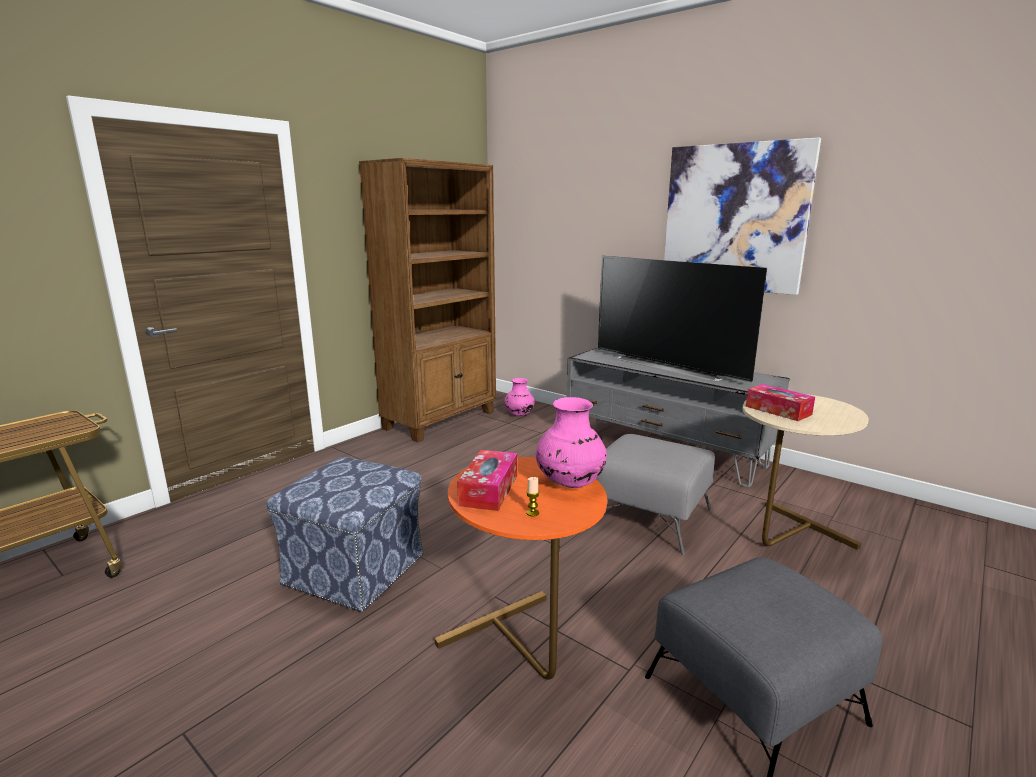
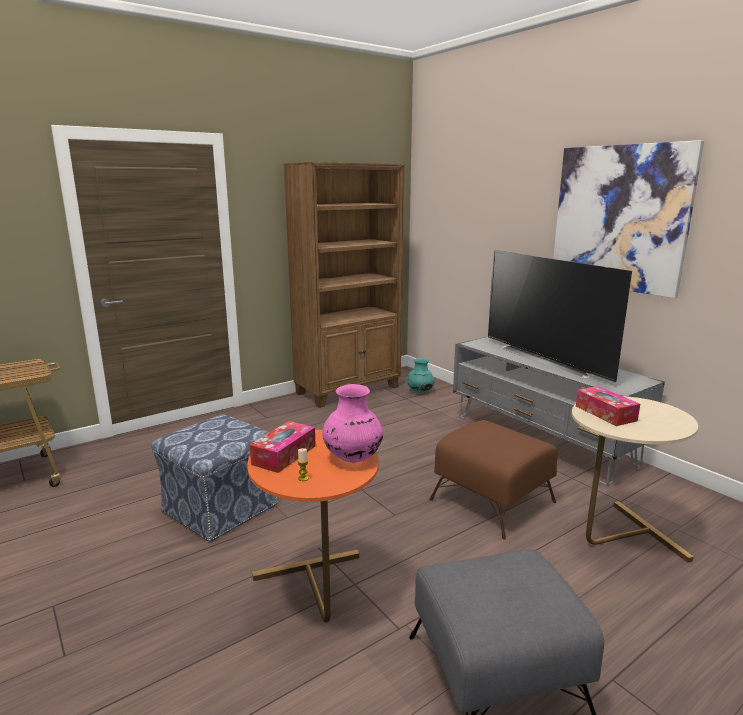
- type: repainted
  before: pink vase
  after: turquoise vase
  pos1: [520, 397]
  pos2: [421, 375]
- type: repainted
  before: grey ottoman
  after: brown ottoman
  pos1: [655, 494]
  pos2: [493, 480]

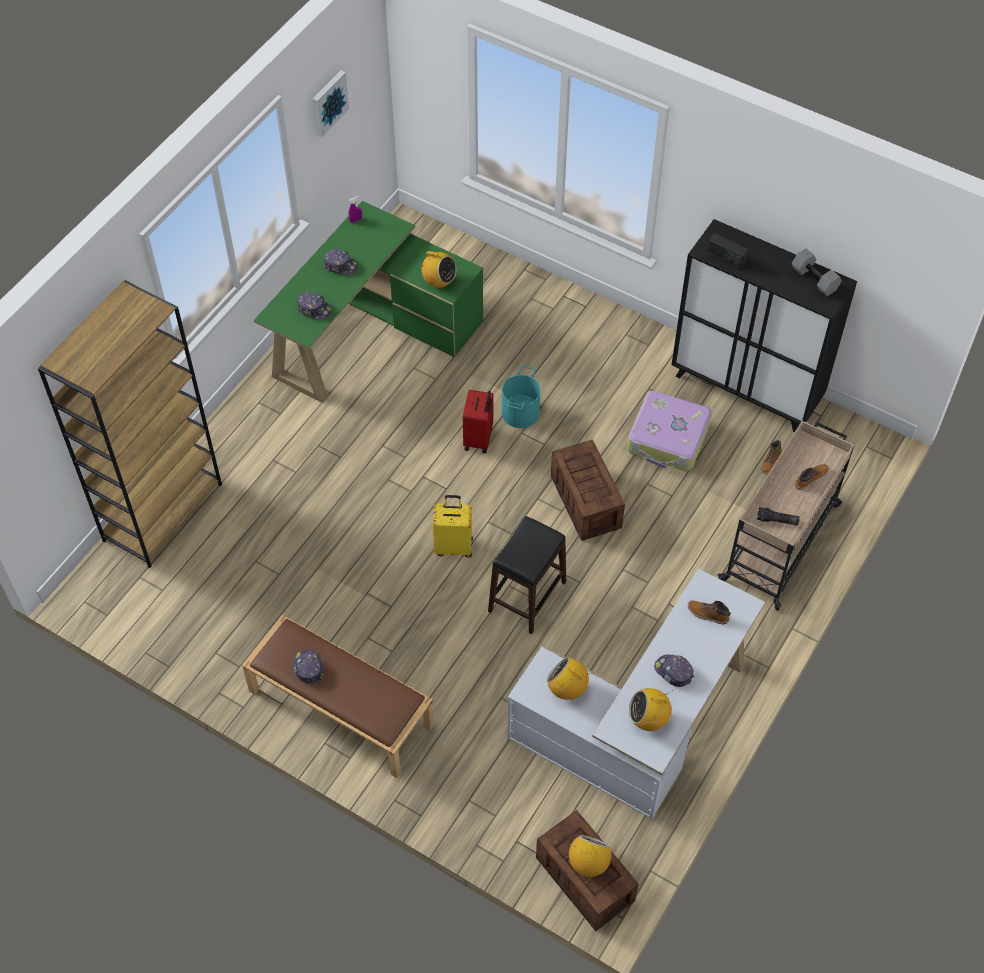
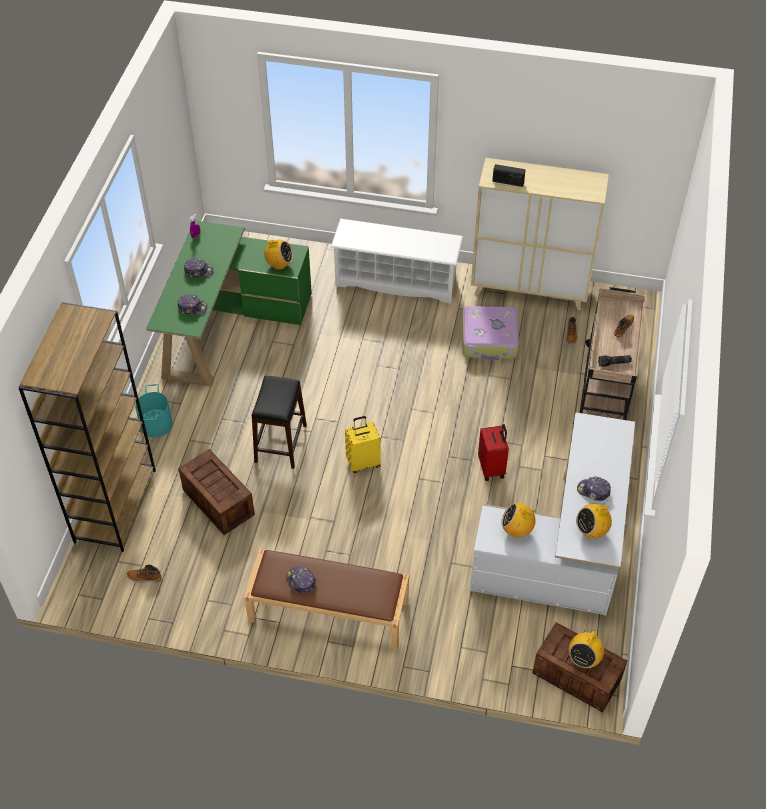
- type: gone
  before: picture
  pos1: [331, 103]
- type: gone
  before: grey dumbbell
  pos1: [817, 272]
- type: new
  after: white shoe rack
  pos2: [397, 261]
- type: shifted
  before: red suitcase
  pos1: [478, 421]
  pos2: [493, 452]
- type: shifted
  before: black stool
  pos1: [527, 575]
  pos2: [279, 422]
- type: shifted
  before: turquoise bucket
  pos1: [521, 397]
  pos2: [154, 411]
- type: shifted
  before: crate
  pos1: [588, 490]
  pos2: [216, 492]
- type: shifted
  before: boot
  pos1: [709, 612]
  pos2: [144, 574]
- type: repainted
  before: black cabinet
  after: beige cabinet
  pos1: [764, 325]
  pos2: [540, 234]
- type: rotated
  before: radio
  pos1: [590, 856]
  pos2: [586, 647]
  turn: -150

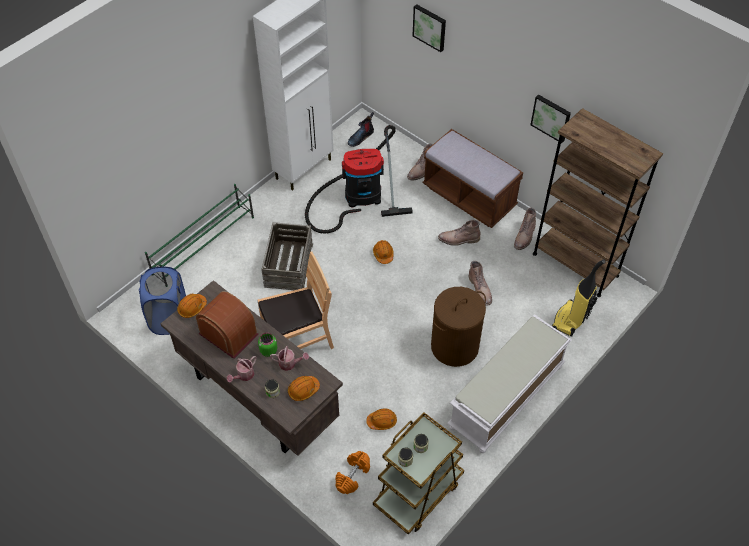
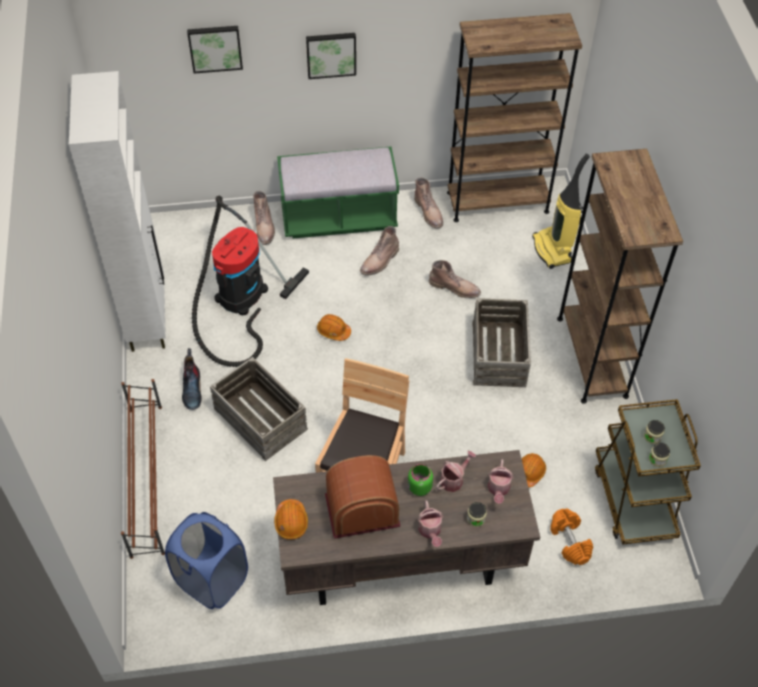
- type: shifted
  before: boot
  pos1: [361, 129]
  pos2: [192, 379]
- type: shifted
  before: picture
  pos1: [551, 118]
  pos2: [331, 56]
- type: swapped
  before: orange hard hat
  after: watering can
  pos1: [304, 388]
  pos2: [501, 481]
- type: swapped
  before: brown laundry basket
  after: crate
  pos1: [458, 327]
  pos2: [501, 342]
- type: swapped
  before: white bench
  after: brown bookcase
  pos1: [509, 383]
  pos2: [620, 276]
- type: repainted
  before: green shoe rack
  after: brown shoe rack
  pos1: [199, 227]
  pos2: [143, 469]
- type: repainted
  before: brown bench
  after: green bench
  pos1: [473, 178]
  pos2: [338, 192]

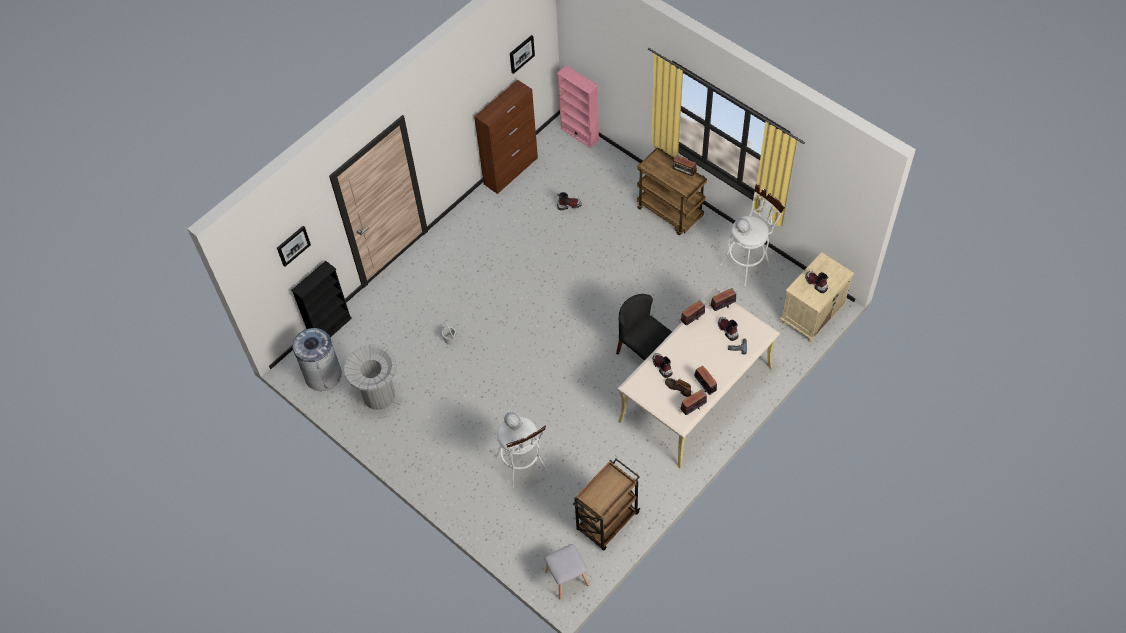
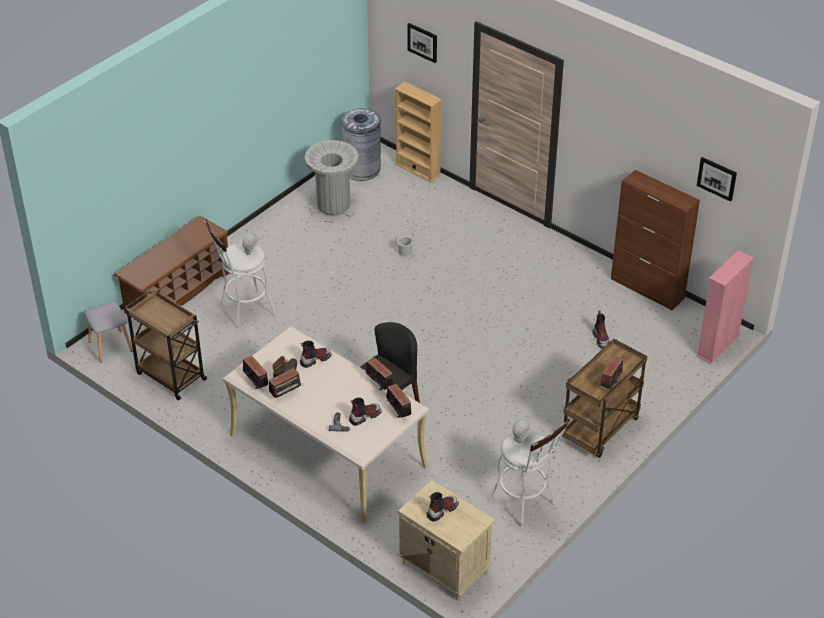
- type: new
  after: brown shoe rack
  pos2: [172, 271]
- type: repainted
  before: black bookcase
  after: beige bookcase
  pos1: [321, 299]
  pos2: [418, 132]

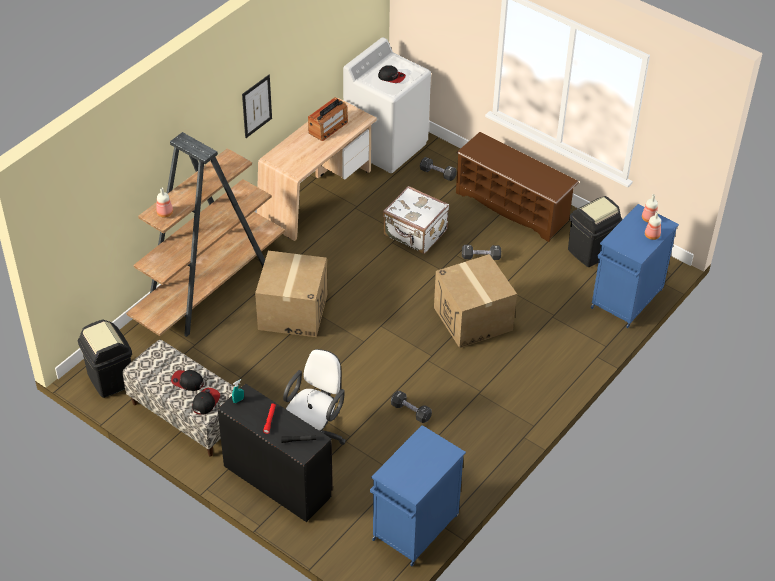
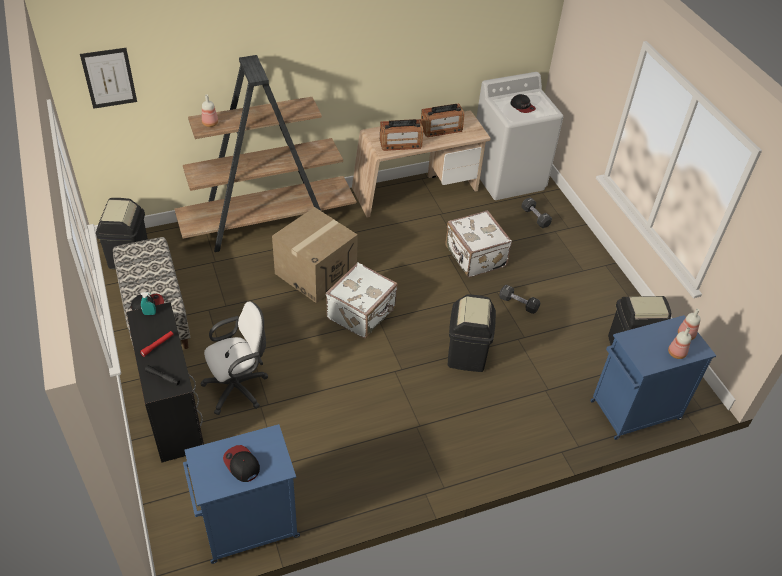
- type: gone
  before: black dumbbell
  pos1: [411, 407]
- type: gone
  before: brown shoe rack
  pos1: [517, 187]
- type: new
  after: white suitcase
  pos2: [362, 300]
- type: new
  after: radio
  pos2: [401, 135]
- type: shifted
  before: cap
  pos1: [187, 380]
  pos2: [241, 463]
- type: shifted
  before: picture
  pos1: [257, 106]
  pos2: [108, 78]
- type: swapped
  before: cardboard box
  after: black trash can
  pos1: [475, 301]
  pos2: [472, 333]

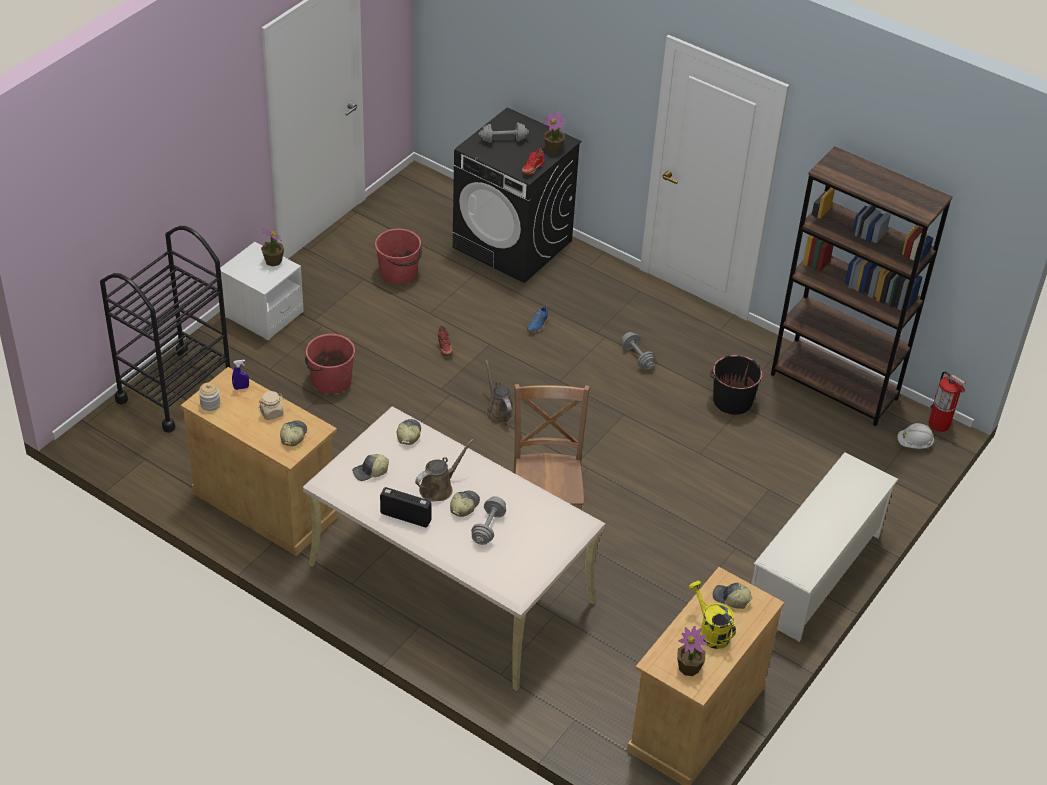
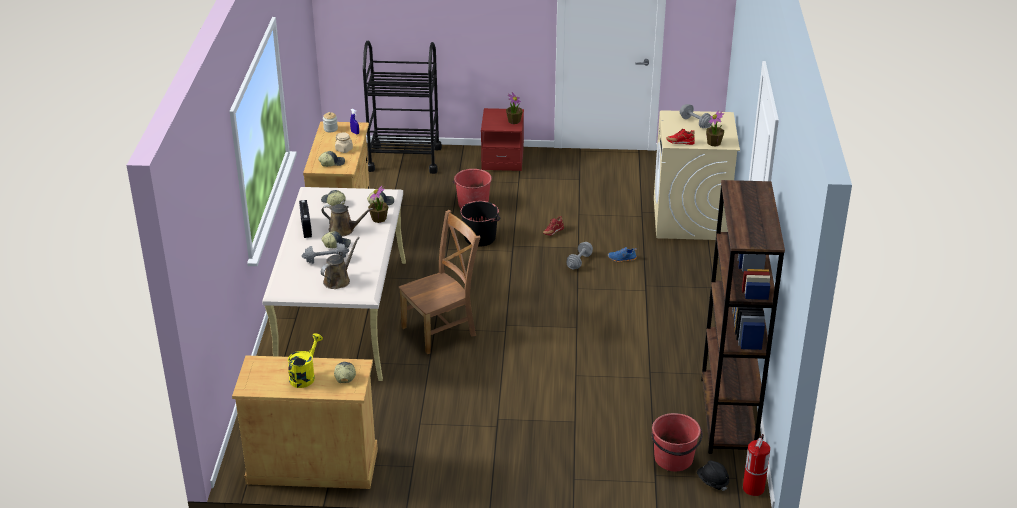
- type: gone
  before: white shoe rack
  pos1: [825, 547]
- type: shifted
  before: red bucket
  pos1: [398, 257]
  pos2: [677, 442]
- type: shifted
  before: brown watering can
  pos1: [500, 392]
  pos2: [340, 263]
- type: shifted
  before: grey dumbbell
  pos1: [638, 351]
  pos2: [580, 255]
- type: shifted
  before: potted plant
  pos1: [692, 651]
  pos2: [378, 204]
- type: shifted
  before: black bucket
  pos1: [736, 385]
  pos2: [480, 224]
- type: repainted
  before: white nightstand
  after: red nightstand
  pos1: [262, 291]
  pos2: [502, 139]
- type: repainted
  before: black washing machine
  after: beige washing machine
  pos1: [516, 195]
  pos2: [697, 175]
- type: repainted
  before: white hard hat
  after: black hard hat
  pos1: [916, 436]
  pos2: [713, 475]

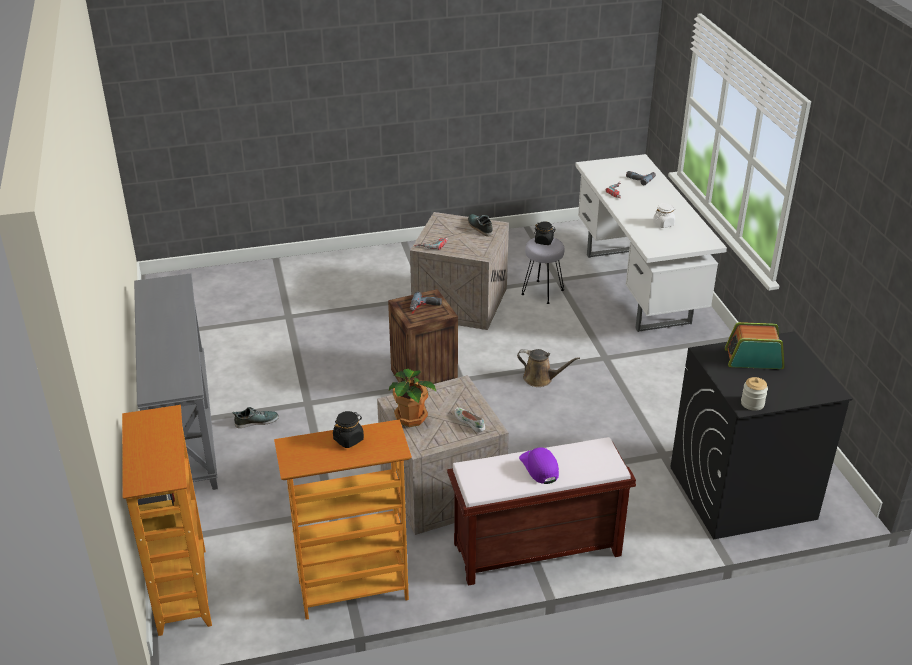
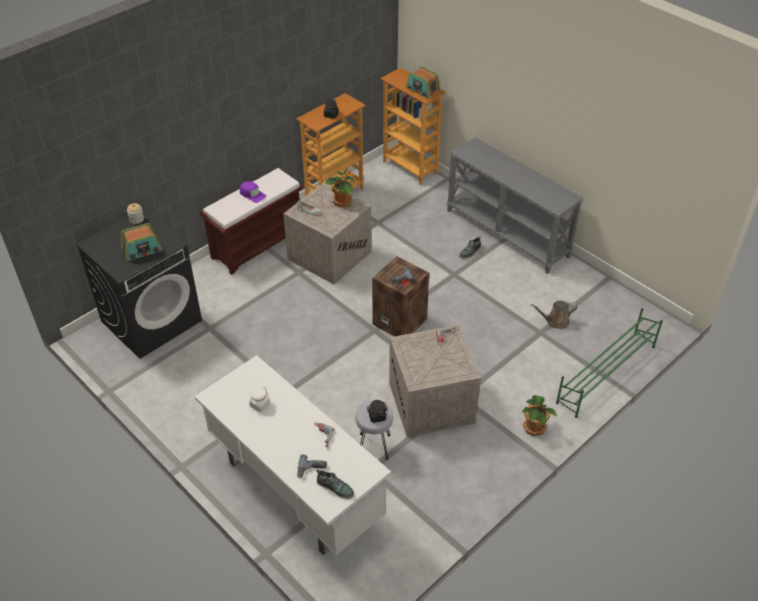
- type: new
  after: radio
  pos2: [423, 82]
- type: new
  after: potted plant
  pos2: [539, 415]
- type: new
  after: green shoe rack
  pos2: [609, 363]
- type: shifted
  before: shoe
  pos1: [480, 225]
  pos2: [335, 484]
- type: shifted
  before: brown watering can
  pos1: [548, 368]
  pos2: [554, 315]

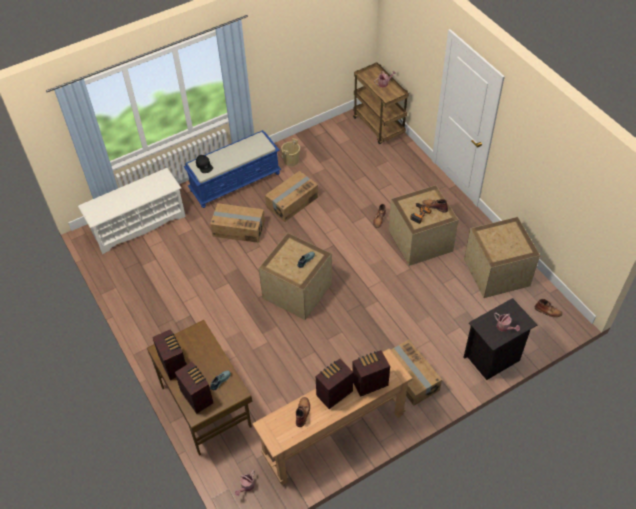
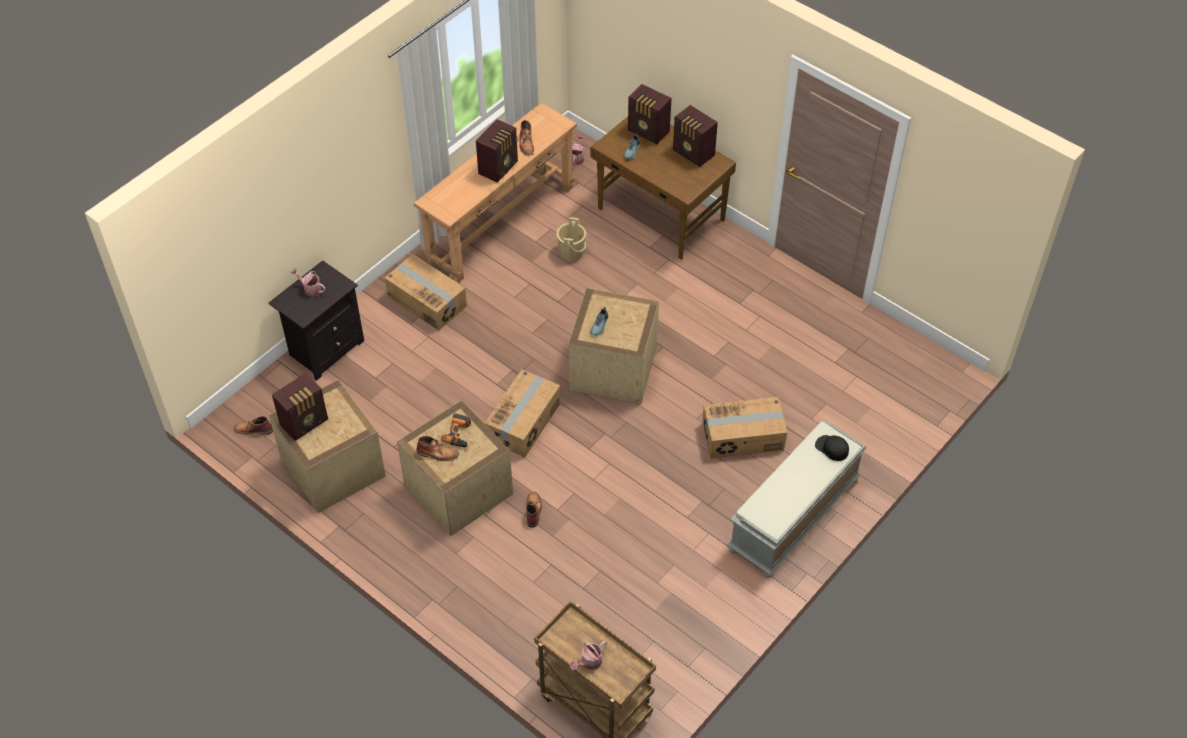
- type: gone
  before: white shoe rack
  pos1: [132, 211]
- type: shifted
  before: cardboard box
  pos1: [291, 196]
  pos2: [522, 413]
- type: shifted
  before: beige bucket
  pos1: [290, 152]
  pos2: [571, 239]
- type: shifted
  before: radio
  pos1: [371, 373]
  pos2: [300, 407]
- type: repainted
  before: blue bench
  after: grey bench
  pos1: [232, 169]
  pos2: [797, 499]

